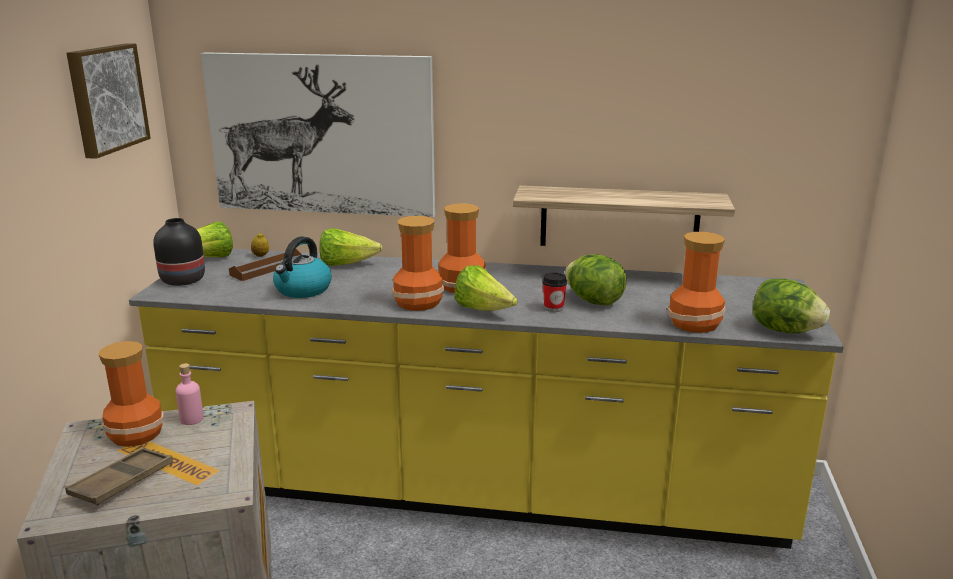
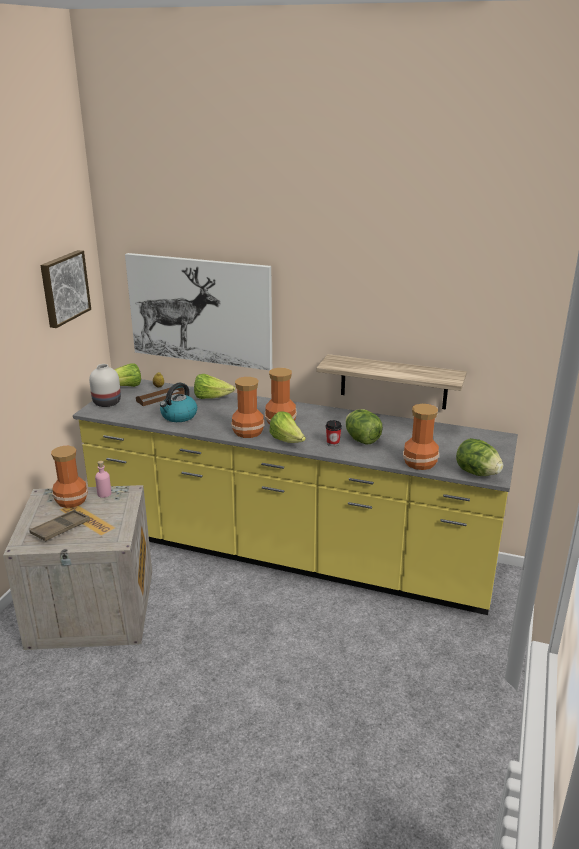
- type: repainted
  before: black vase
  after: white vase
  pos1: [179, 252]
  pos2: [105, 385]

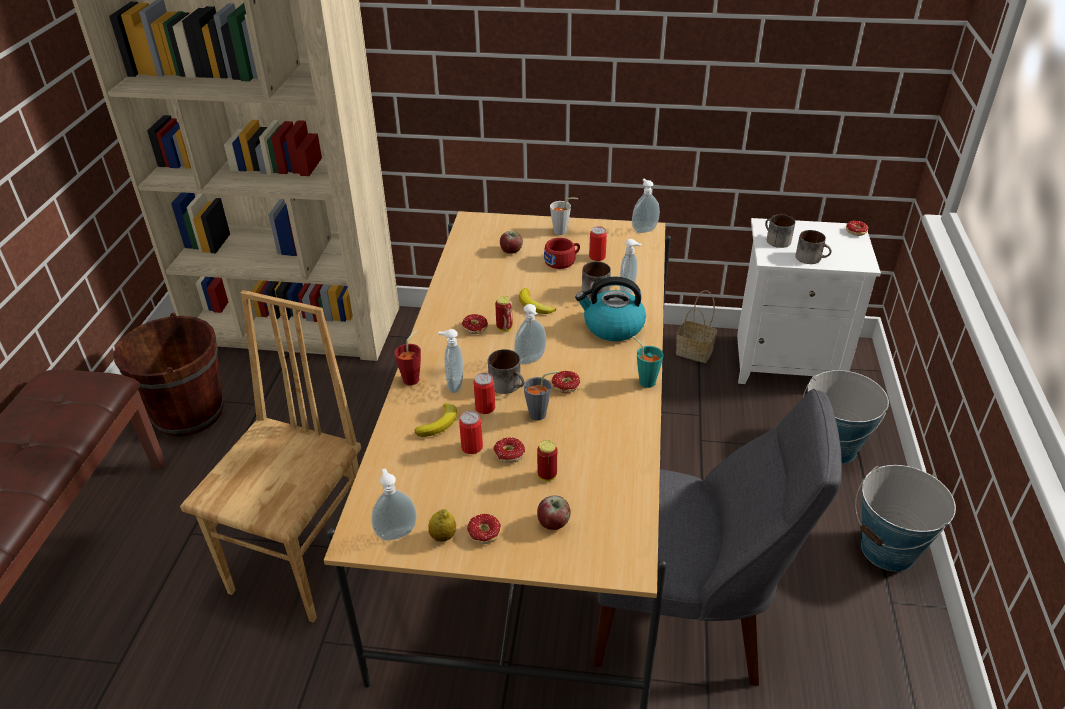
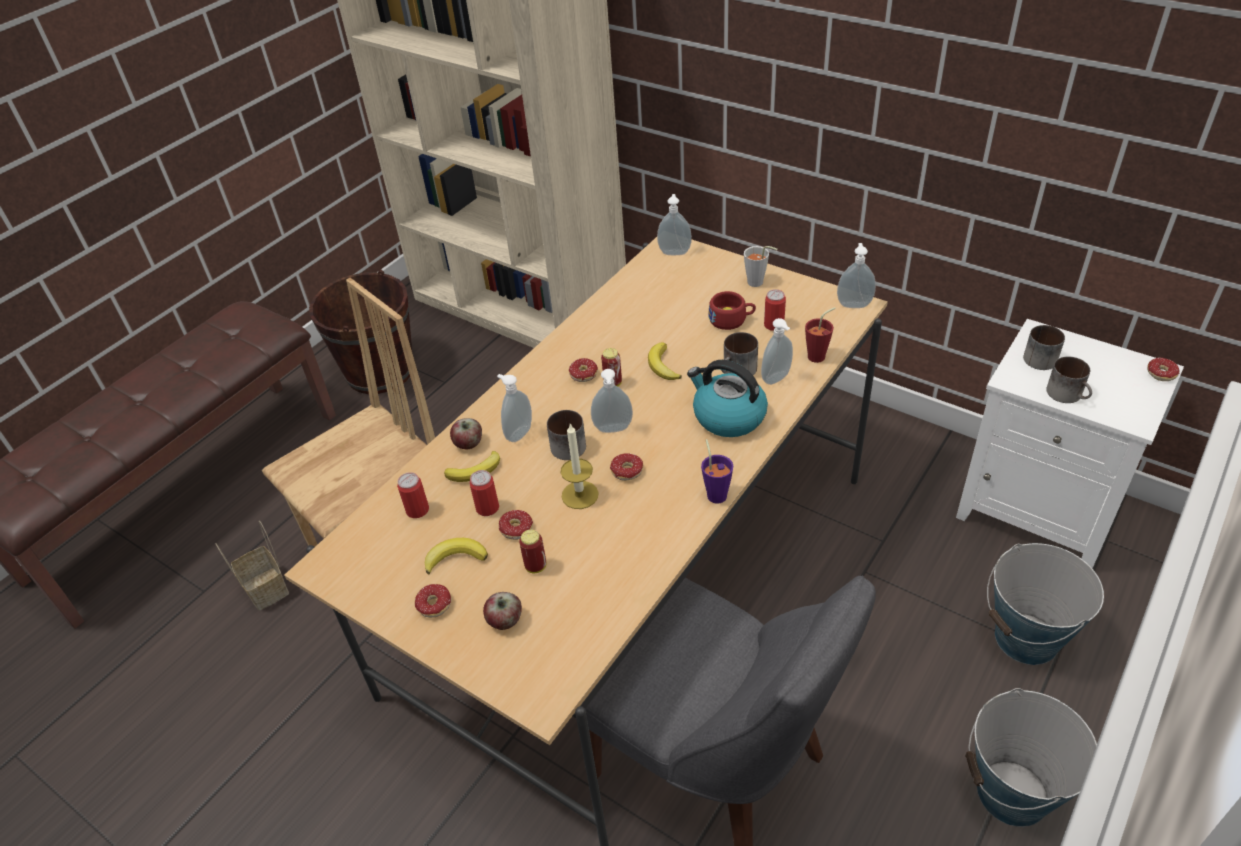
- type: gone
  before: lemon
  pos1: [442, 525]
- type: new
  after: banana
  pos2: [456, 556]
- type: shifted
  before: soap dispenser
  pos1: [394, 505]
  pos2: [674, 224]
- type: shifted
  before: red cup
  pos1: [407, 357]
  pos2: [820, 335]
- type: shifted
  before: can
  pos1: [484, 393]
  pos2: [413, 495]
- type: shifted
  before: apple
  pos1: [511, 242]
  pos2: [466, 433]
- type: shifted
  before: basket
  pos1: [696, 326]
  pos2: [252, 565]
- type: swapped
  before: grey cup
  after: candle
  pos1: [541, 396]
  pos2: [580, 466]
- type: repainted
  before: turquoise cup
  after: purple cup
  pos1: [647, 362]
  pos2: [717, 471]

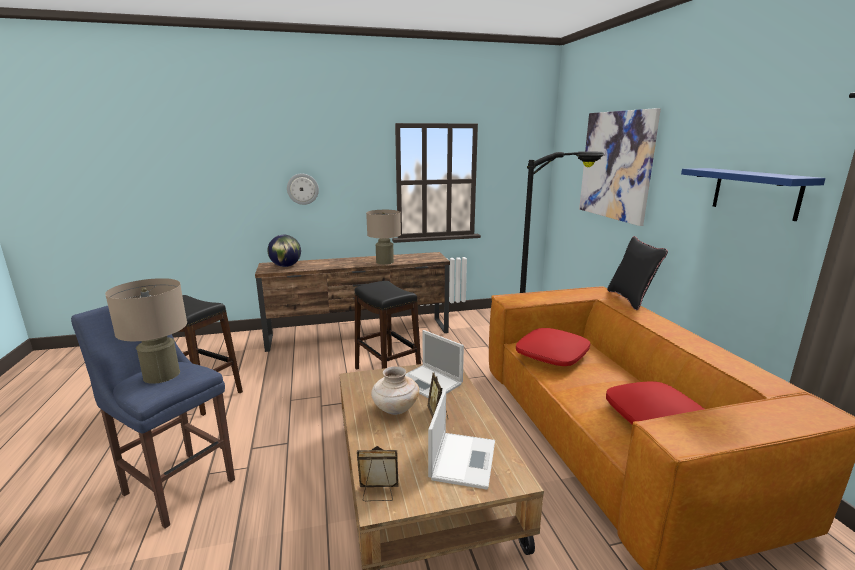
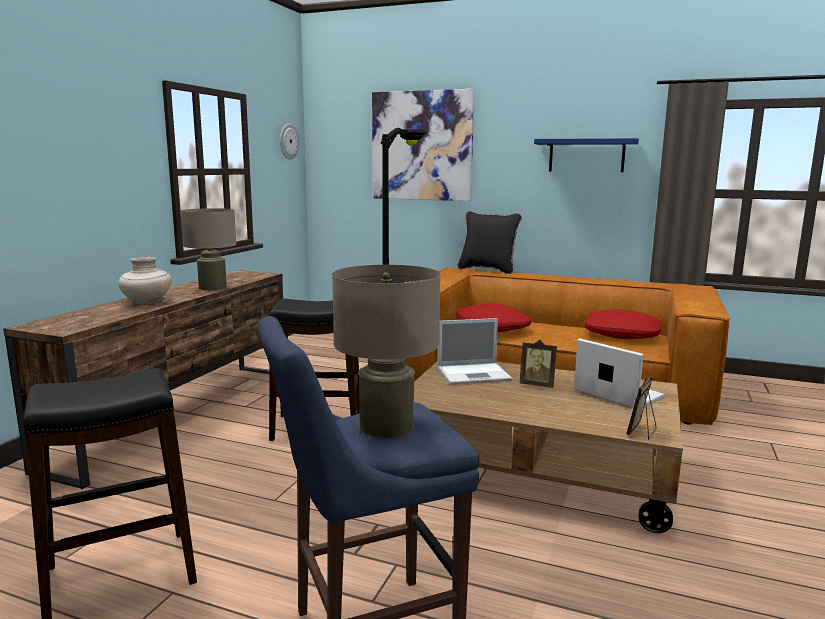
- type: gone
  before: globe
  pos1: [284, 251]
- type: shifted
  before: wall clock
  pos1: [303, 189]
  pos2: [289, 142]
- type: shifted
  before: beige vase
  pos1: [395, 390]
  pos2: [145, 280]

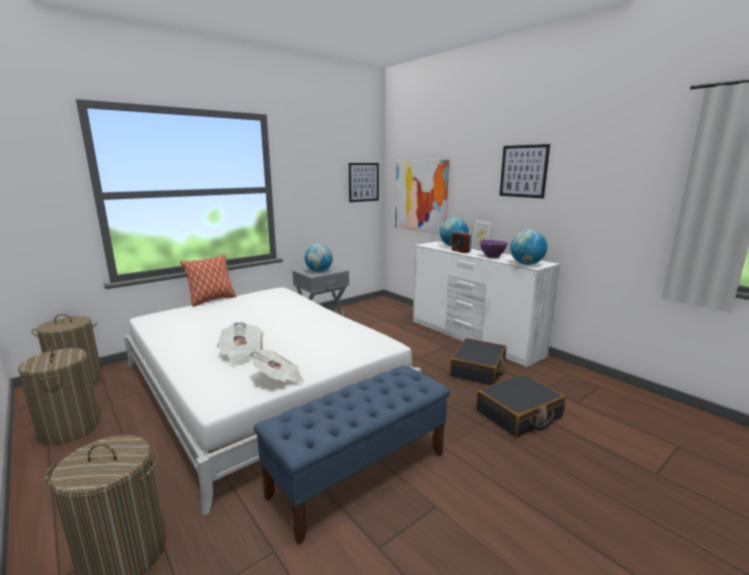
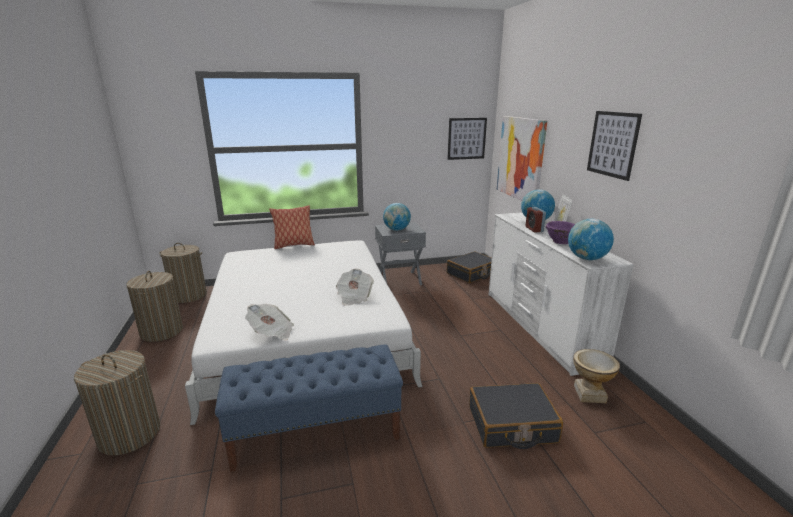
- type: new
  after: vase
  pos2: [596, 376]
- type: shifted
  before: newspaper
  pos1: [240, 344]
  pos2: [355, 287]
- type: shifted
  before: black suitcase
  pos1: [478, 362]
  pos2: [469, 267]

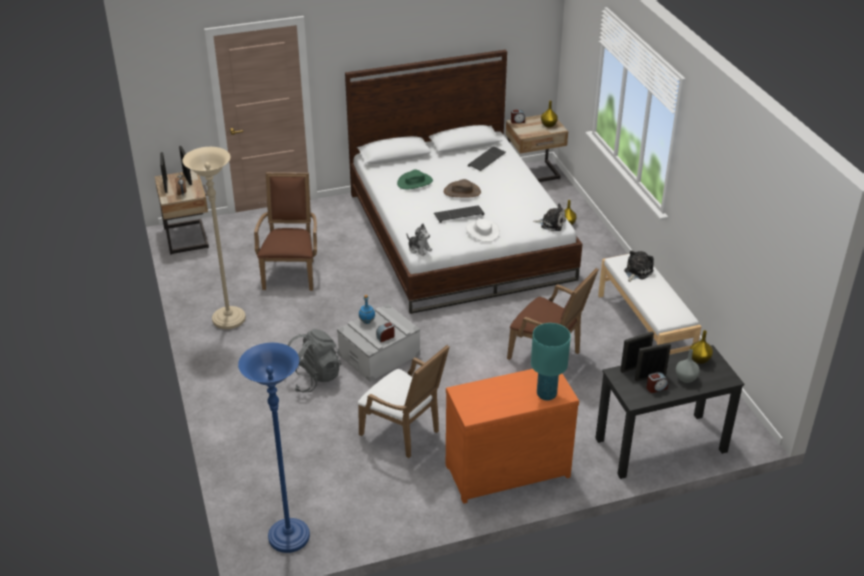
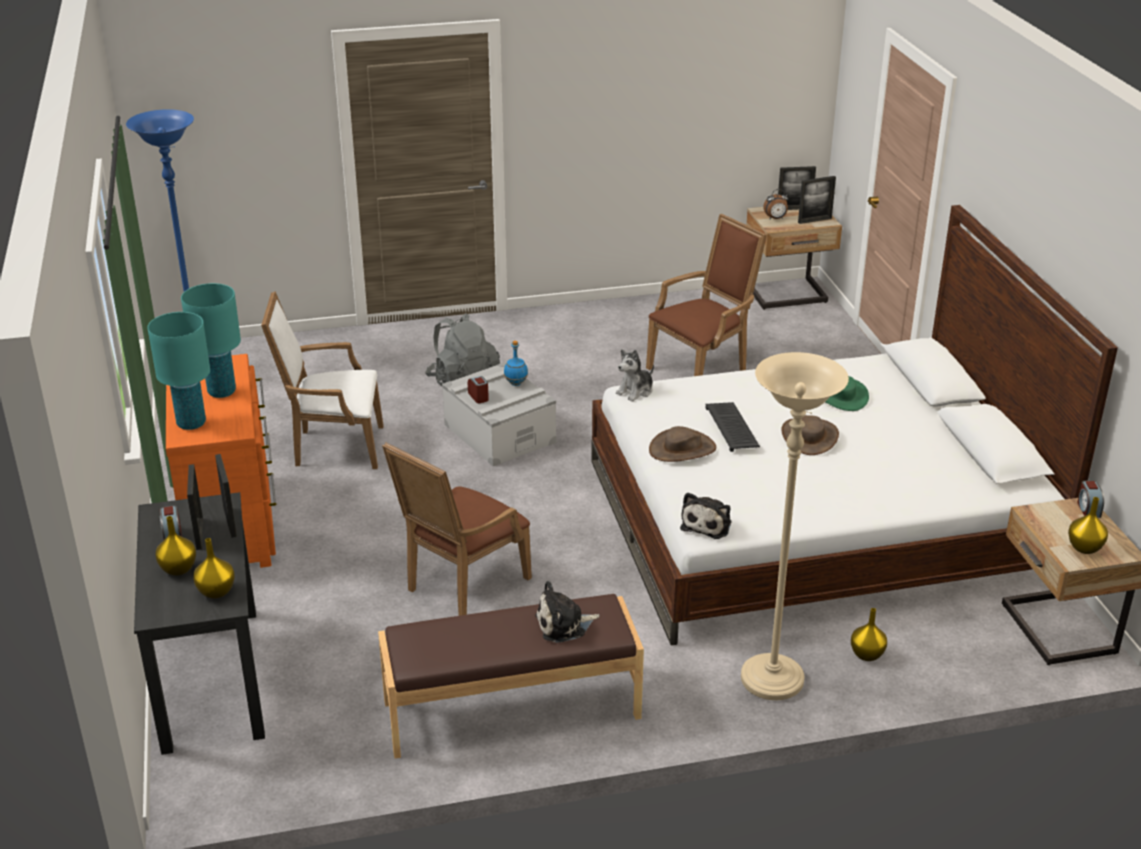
- type: gone
  before: keyboard
  pos1: [487, 158]
- type: new
  after: turquoise table lamp
  pos2: [211, 340]
- type: shifted
  before: beige floor lamp
  pos1: [214, 238]
  pos2: [795, 526]
- type: repainted
  before: white hat
  after: brown hat
  pos1: [482, 230]
  pos2: [682, 444]
- type: repainted
  before: white bench
  after: brown bench
  pos1: [650, 304]
  pos2: [511, 676]
- type: repainted
  before: grey vase
  after: yellow vase
  pos1: [688, 366]
  pos2: [175, 546]
- type: rotated
  before: brown armchair
  pos1: [285, 231]
  pos2: [706, 295]
  turn: -45
- type: rotated
  before: white armchair
  pos1: [404, 401]
  pos2: [322, 380]
  turn: 45
- type: rotated
  before: plush toy
  pos1: [639, 266]
  pos2: [567, 612]
  turn: 120

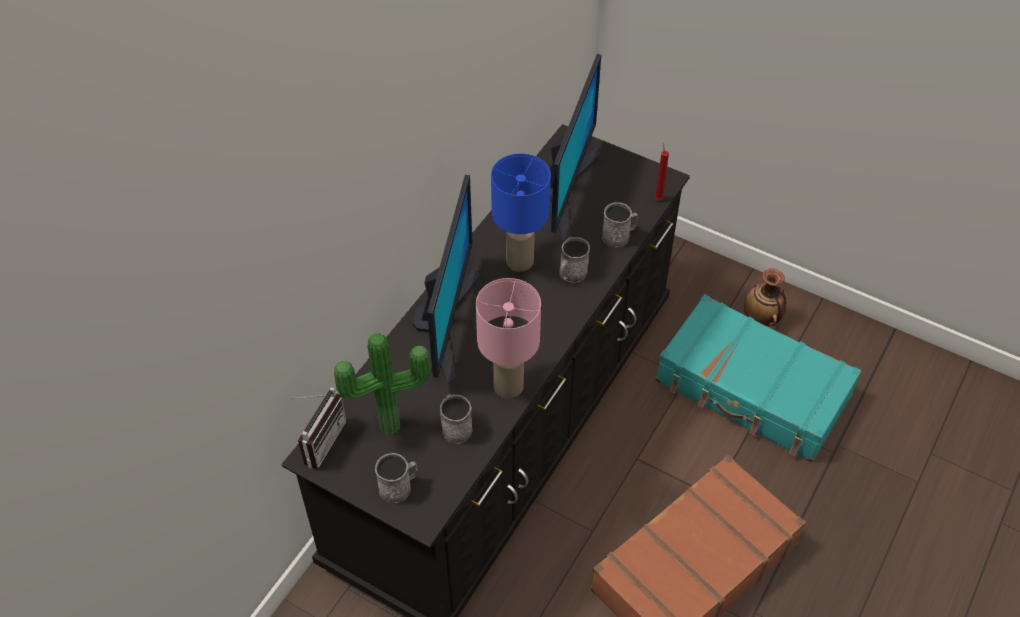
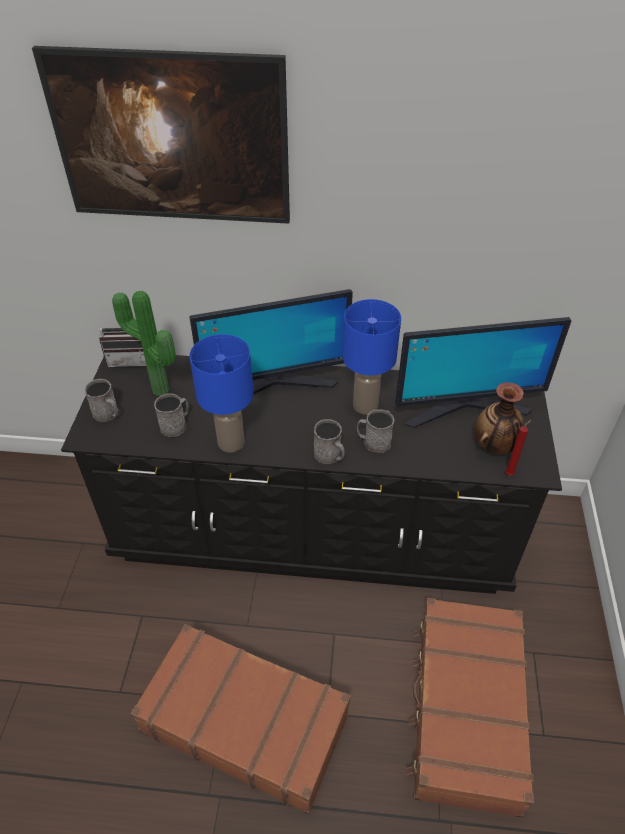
- type: new
  after: picture
  pos2: [161, 135]
- type: shifted
  before: grey mug
  pos1: [620, 225]
  pos2: [329, 441]
- type: shifted
  before: vase
  pos1: [765, 297]
  pos2: [499, 418]
- type: repainted
  before: pink table lamp
  after: blue table lamp
  pos1: [508, 338]
  pos2: [221, 393]
- type: repainted
  before: turquoise suitcase
  after: brown suitcase
  pos1: [758, 378]
  pos2: [470, 707]

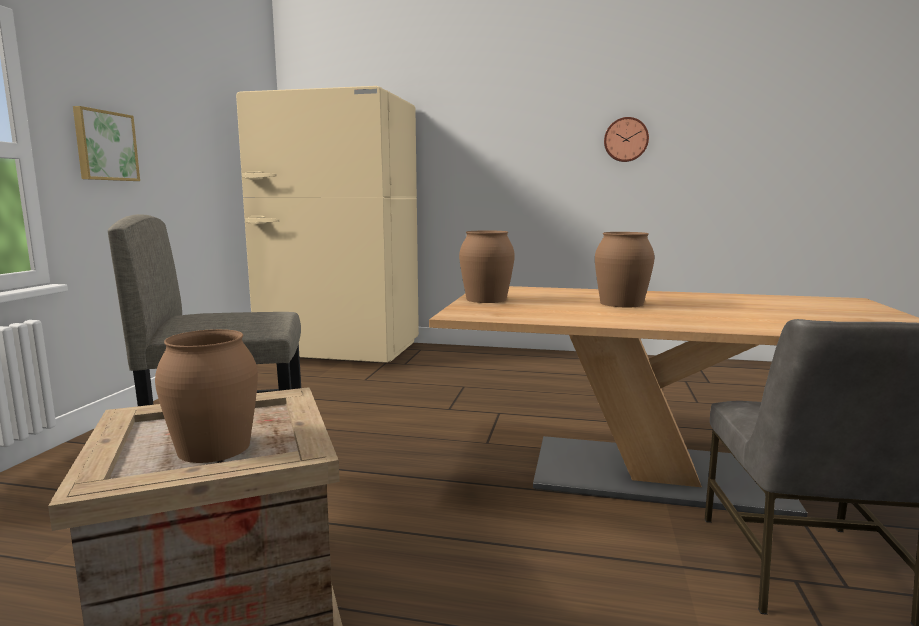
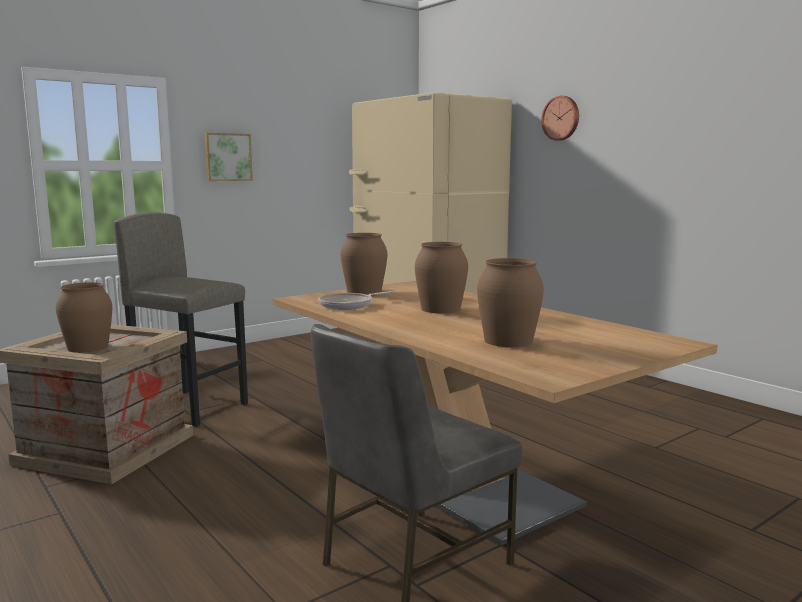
- type: new
  after: frying pan
  pos2: [355, 300]
- type: new
  after: brown vase
  pos2: [510, 302]
- type: shifted
  before: wall clock
  pos1: [626, 139]
  pos2: [560, 118]

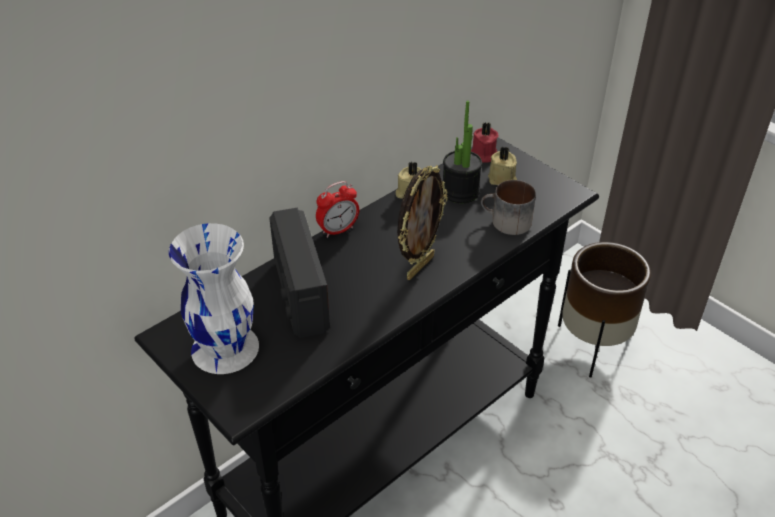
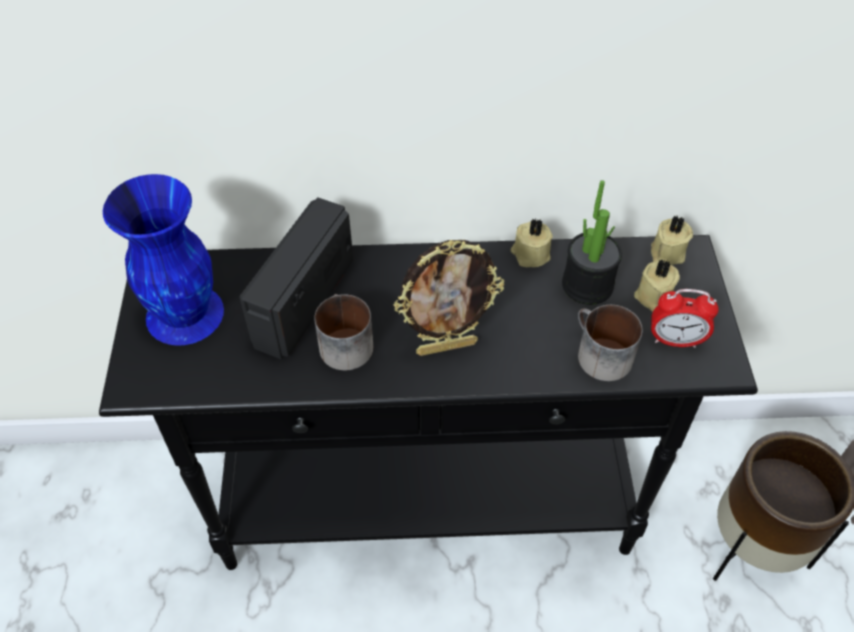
- type: new
  after: mug
  pos2: [343, 332]
- type: shifted
  before: alarm clock
  pos1: [337, 209]
  pos2: [685, 318]
- type: repainted
  before: white vase
  after: blue vase
  pos1: [214, 298]
  pos2: [163, 260]
- type: repainted
  before: red candle
  after: beige candle
  pos1: [485, 142]
  pos2: [672, 240]

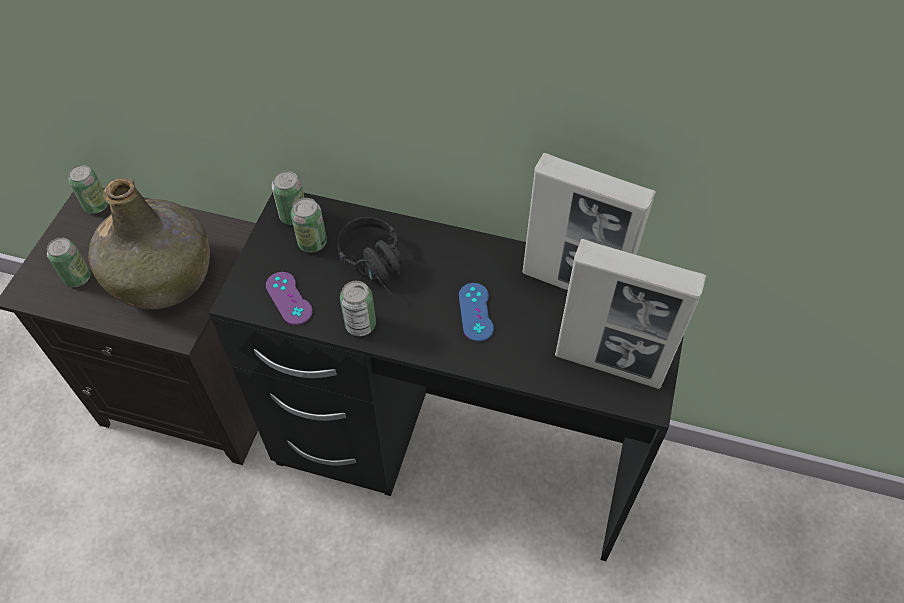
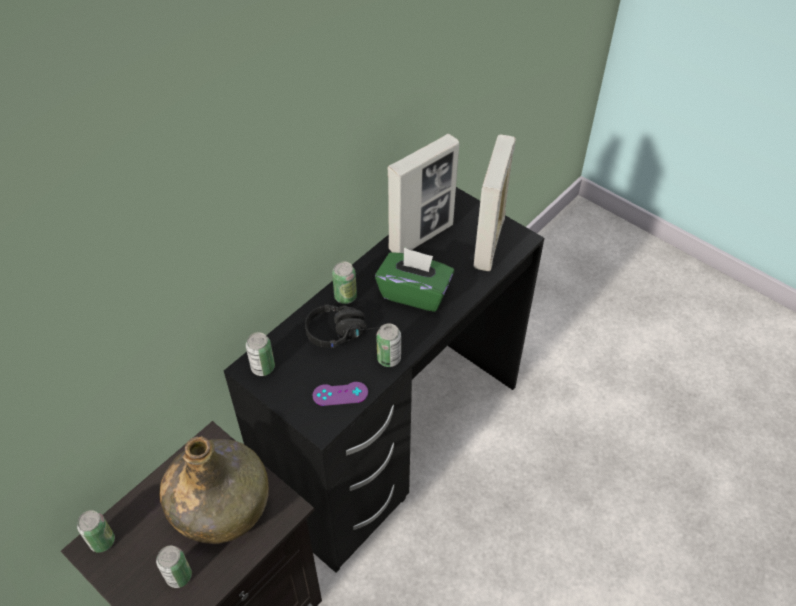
- type: shifted
  before: can
  pos1: [309, 225]
  pos2: [344, 283]
- type: swapped
  before: blue game controller
  after: green tissue box
  pos1: [476, 312]
  pos2: [414, 279]
- type: rotated
  before: picture frame
  pos1: [630, 314]
  pos2: [495, 203]
  turn: 150

